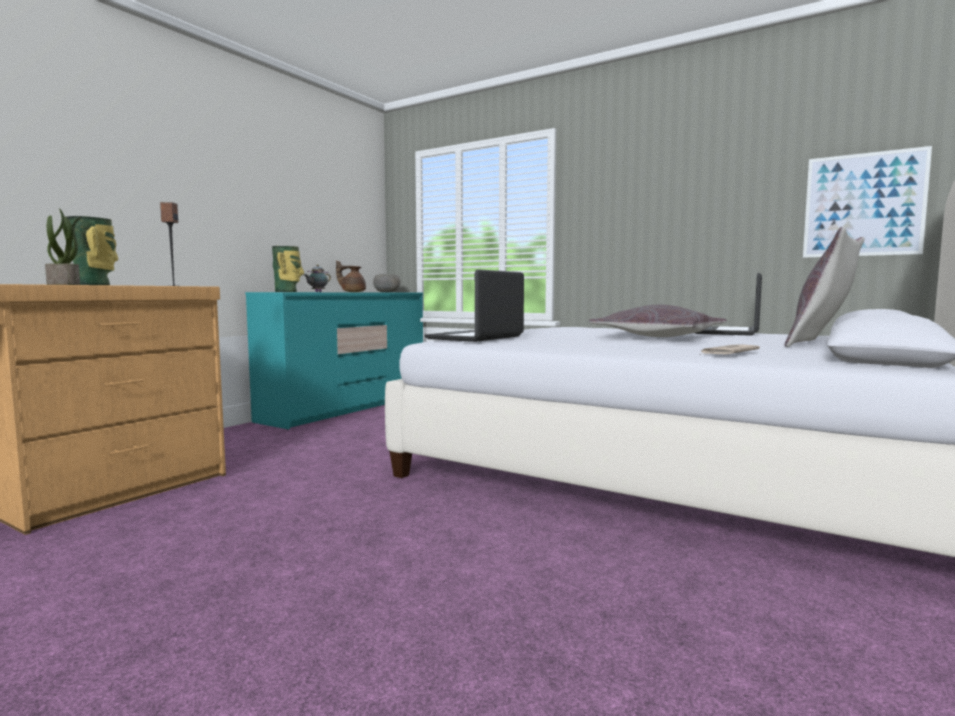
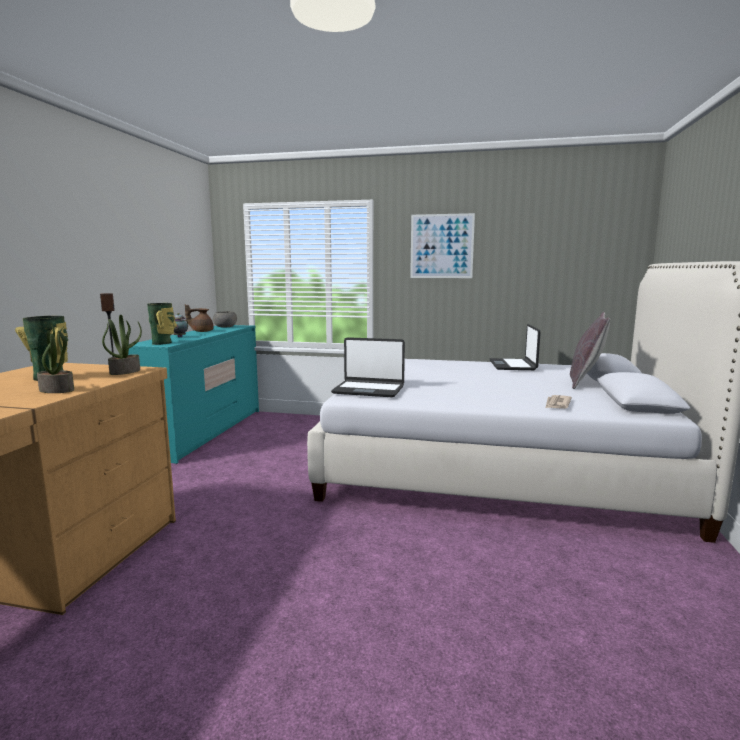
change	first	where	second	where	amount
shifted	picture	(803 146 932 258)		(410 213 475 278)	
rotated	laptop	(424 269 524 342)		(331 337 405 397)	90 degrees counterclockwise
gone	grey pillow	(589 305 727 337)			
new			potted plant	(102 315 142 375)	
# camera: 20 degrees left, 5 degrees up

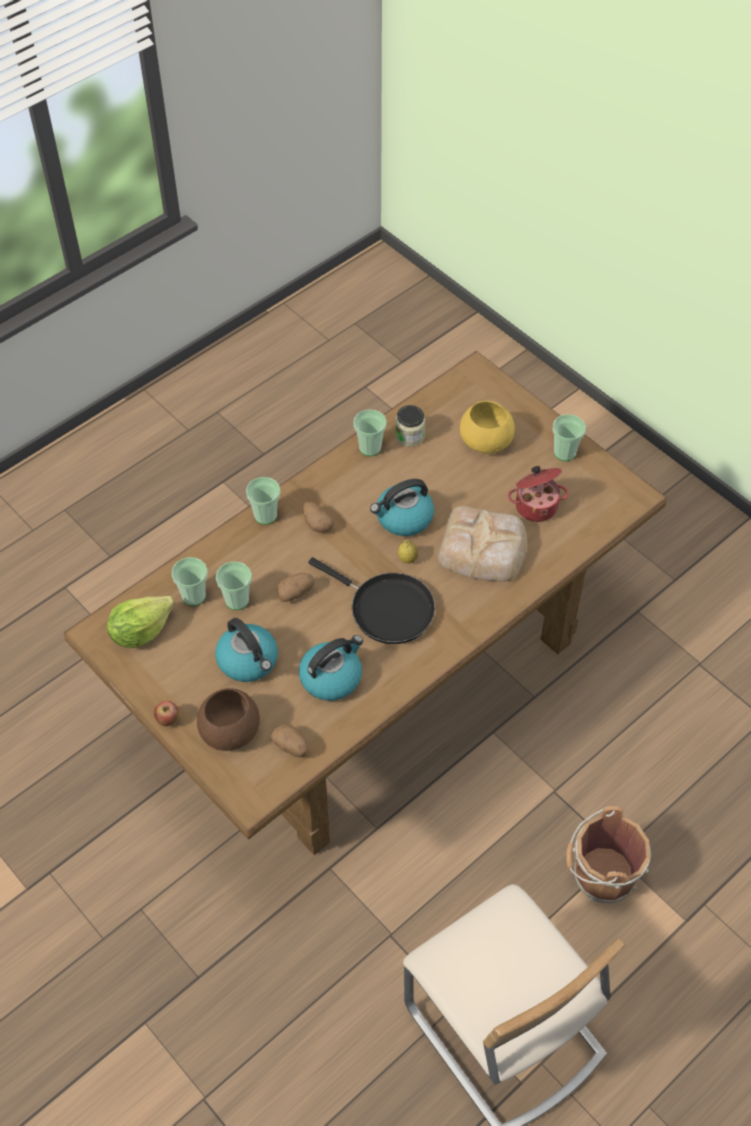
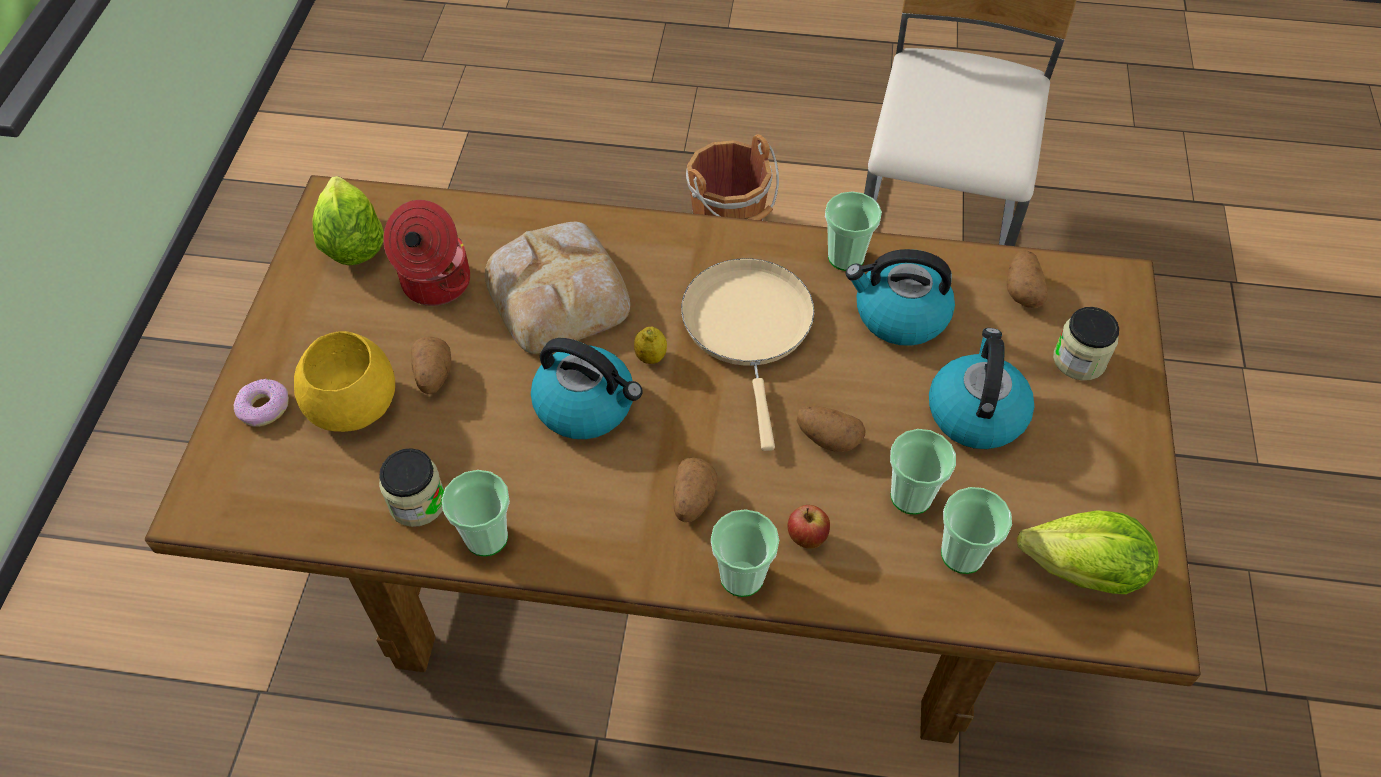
change	first	where	second	where	amount
shifted	cup	(552 414 586 461)		(825 191 882 271)	
repainted	black frying pan	(308 557 435 644)	beige frying pan	(681 259 814 451)	
swapped	brown bowl	(197 688 260 751)	jar	(1053 307 1119 380)	
shifted	apple	(154 701 179 726)		(787 505 830 549)	
new			lettuce	(313 176 384 266)	
new			potato	(411 336 451 394)	
new			donut	(234 379 289 426)	
# camera: 130 degrees left, 0 degrees up

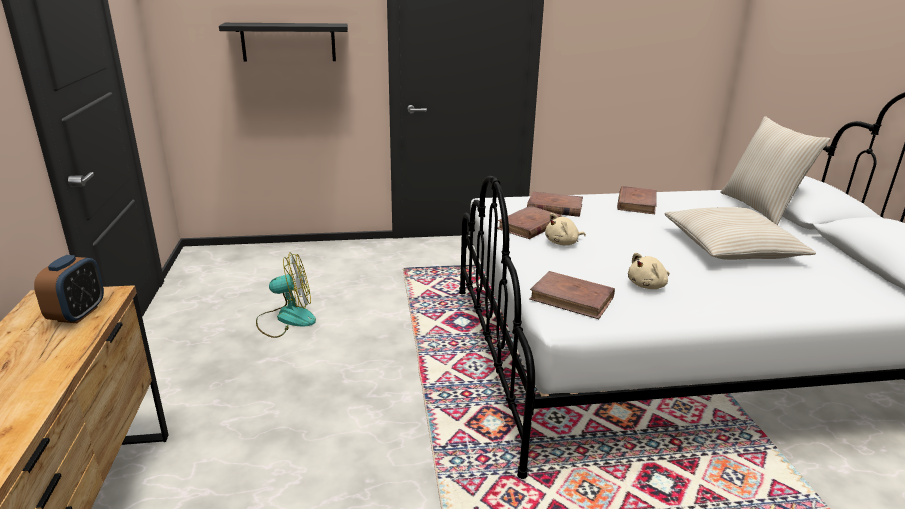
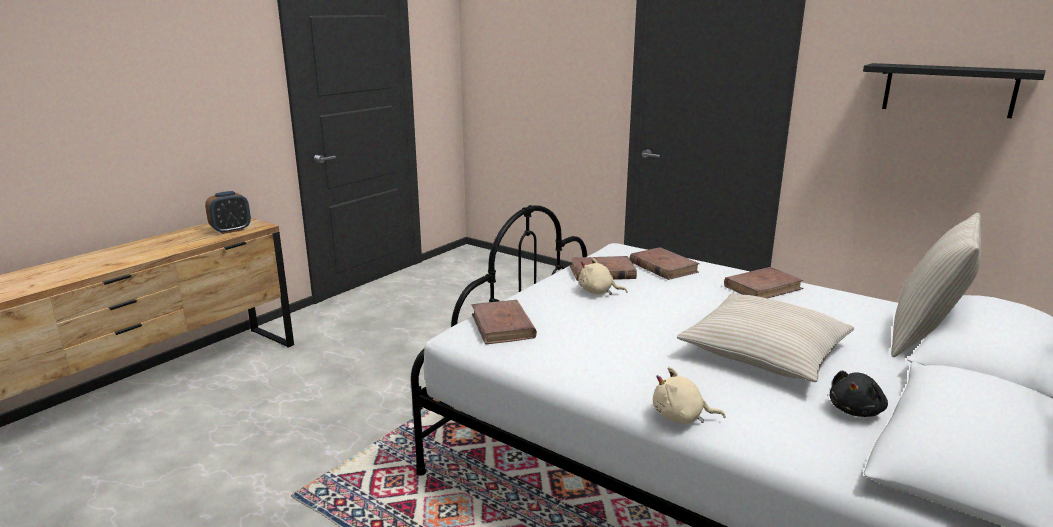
change	first	where	second	where	amount
shifted	black shelf	(219 23 348 61)		(863 63 1046 118)	
gone	fan	(256 253 316 338)			
shifted	beige plush toy	(628 253 670 289)		(653 367 726 424)	
new			black plush toy	(829 371 888 417)	
# camera: 45 degrees right, 5 degrees down

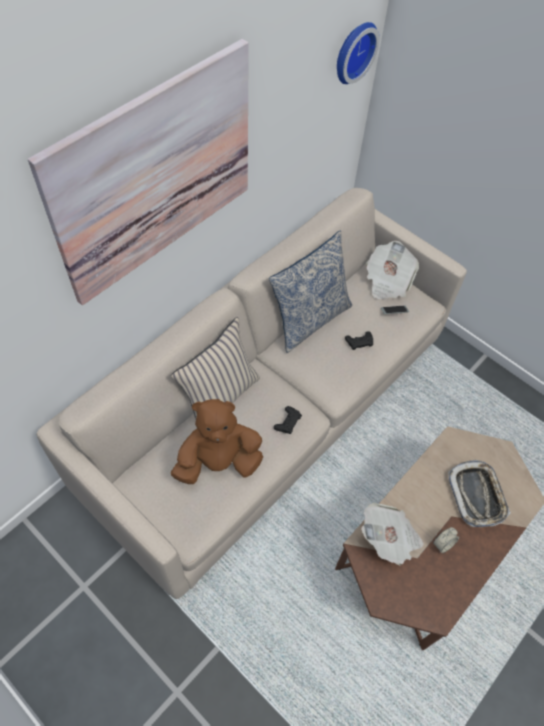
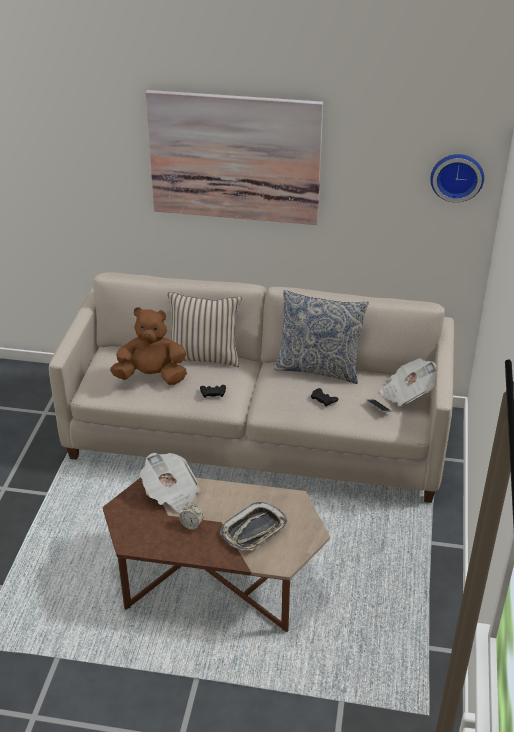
change	first	where	second	where	amount
rotated	brown plush toy	(171 399 263 484)		(110 307 187 385)	45 degrees counterclockwise
# camera: 60 degrees right, 20 degrees down

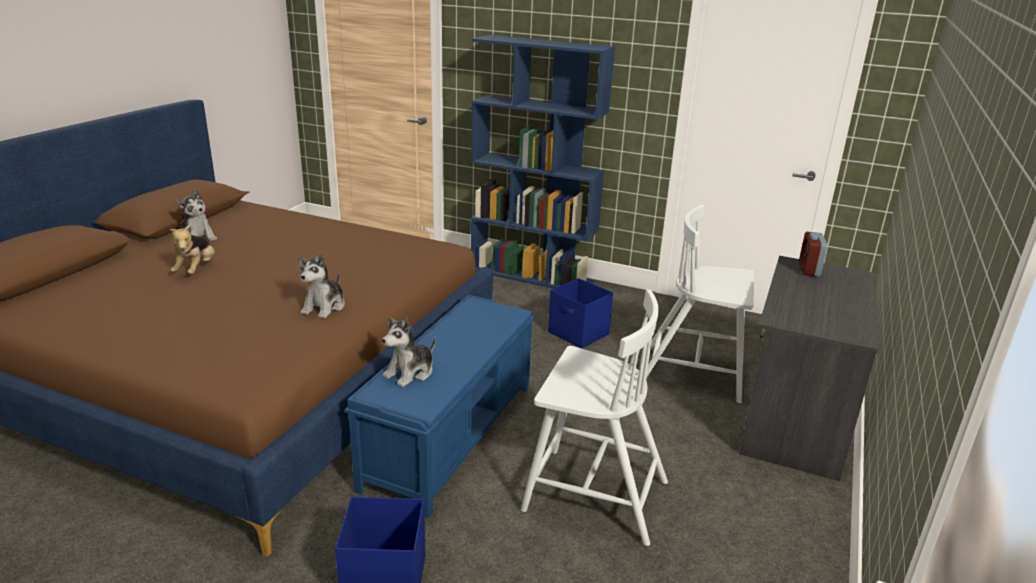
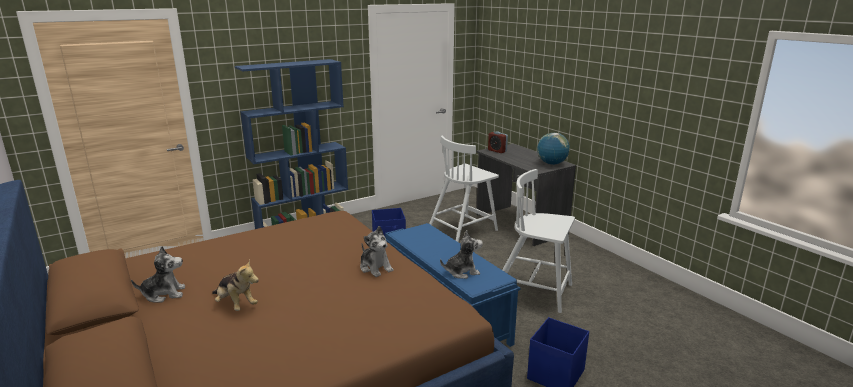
change	first	where	second	where	amount
rotated	white chair	(521 290 668 546)		(503 169 575 313)	120 degrees counterclockwise
rotated	plush toy	(382 317 435 387)		(440 230 483 279)	90 degrees counterclockwise
new			globe	(537 133 570 165)	
# camera: 55 degrees left, 5 degrees down

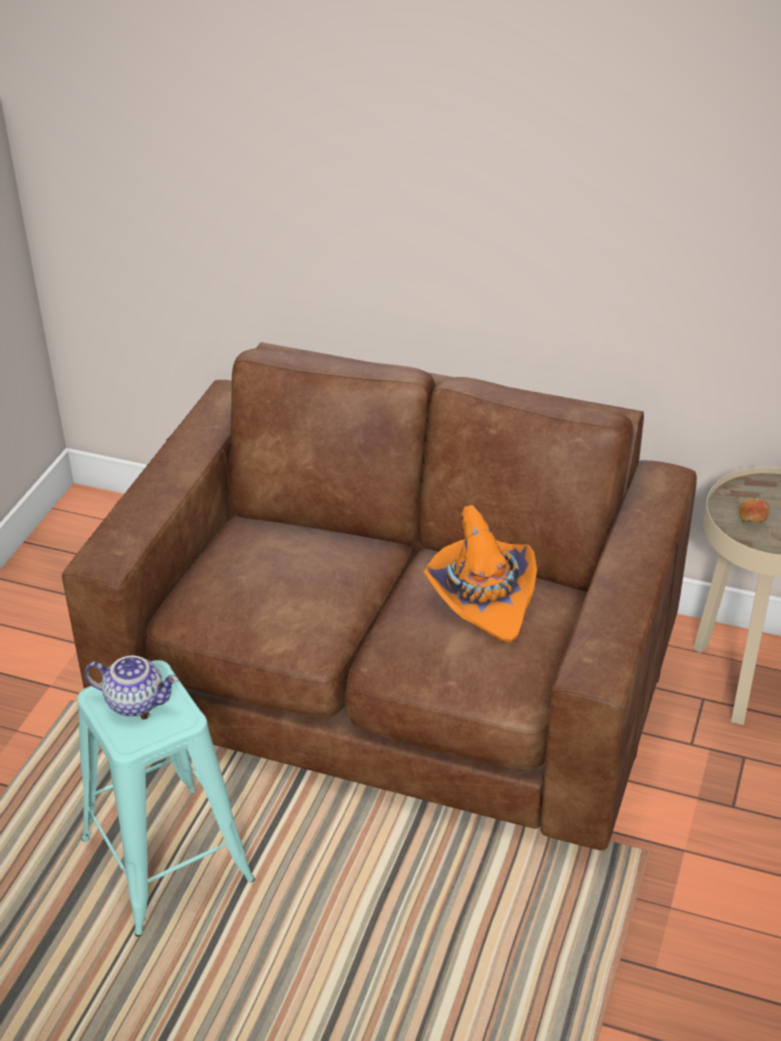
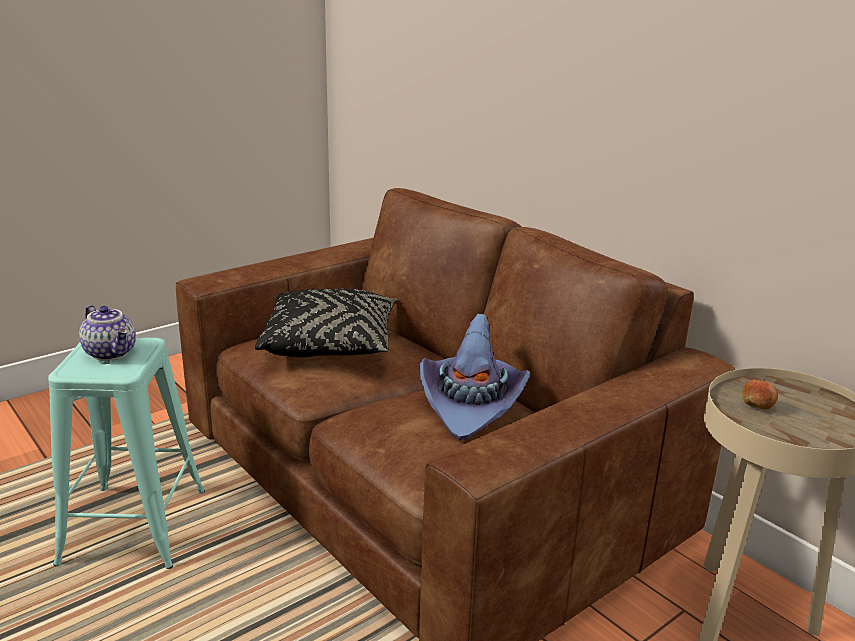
change	first	where	second	where	amount
repainted	orange hat	(423 505 537 643)	purple hat	(420 314 530 440)	
new			black pillow	(255 289 397 357)	
# camera: 30 degrees right, 15 degrees down

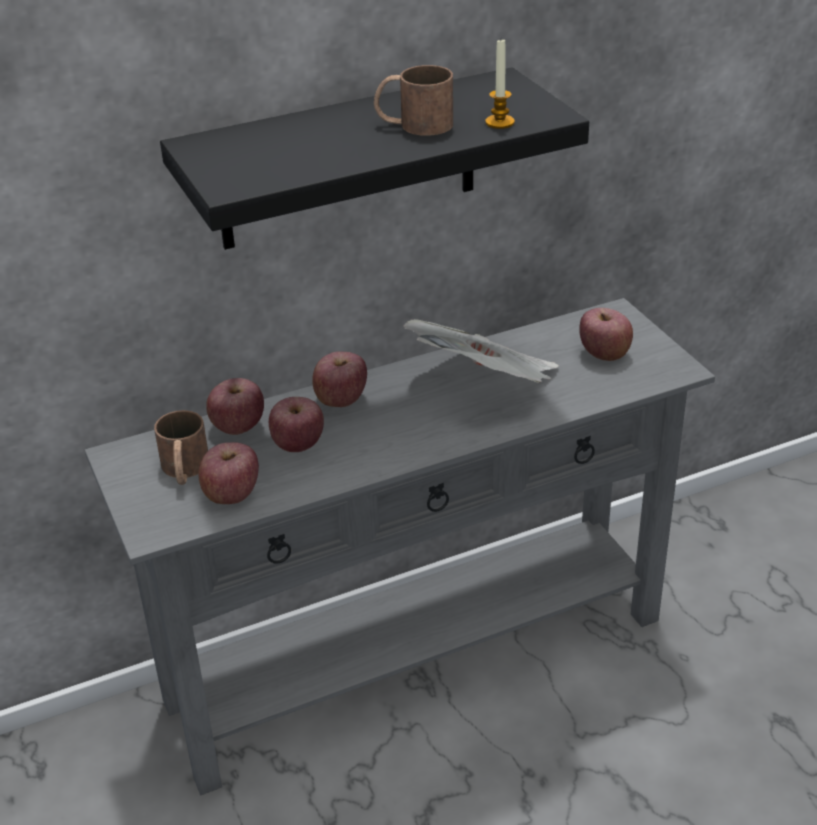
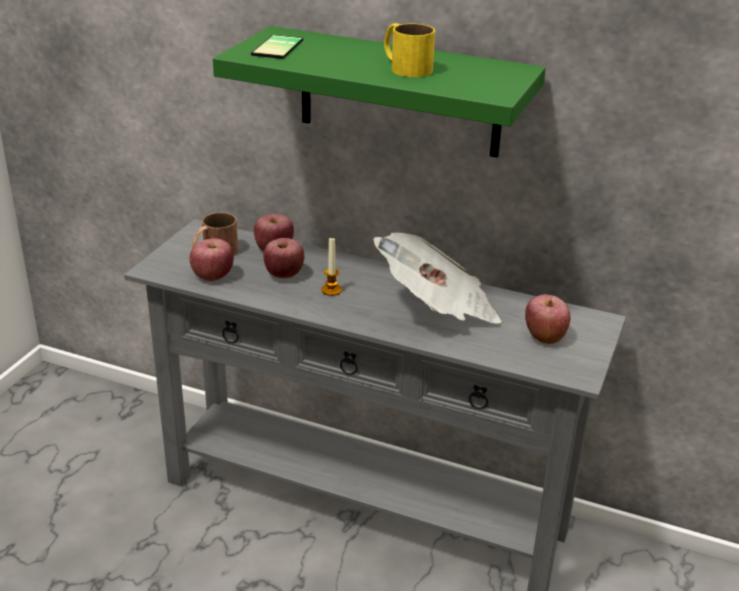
change	first	where	second	where	amount
shifted	candle	(485 40 515 129)		(321 238 342 296)	
repainted	brown mug	(374 65 453 136)	yellow mug	(384 23 435 77)	
repainted	black shelf	(160 67 589 250)	green shelf	(213 26 546 158)	
gone	apple	(312 352 367 407)			
new			phone	(251 35 303 59)	
# camera: 45 degrees right, 5 degrees down

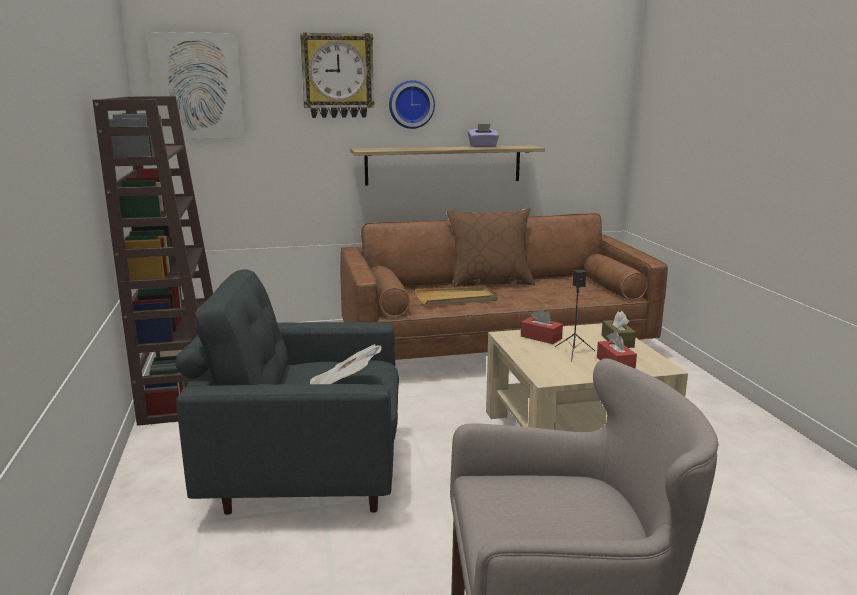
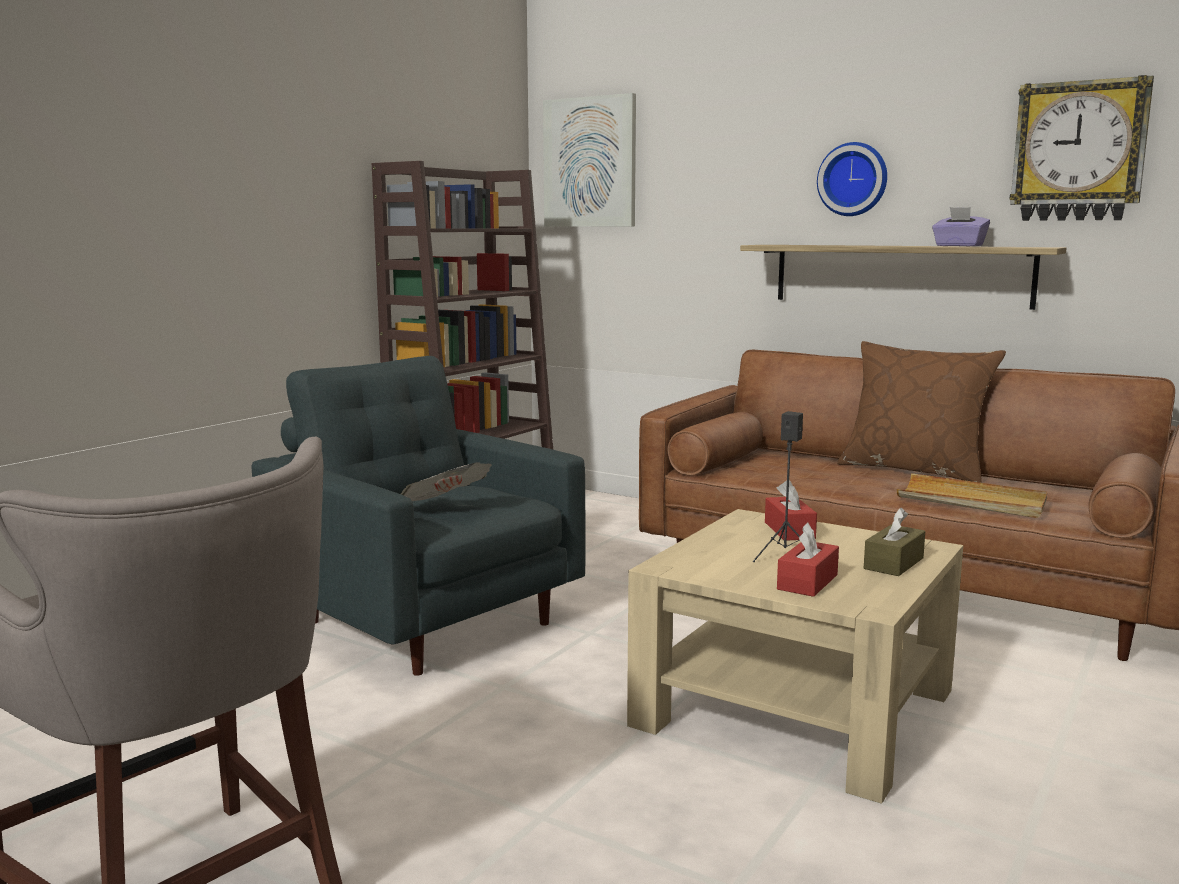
change	first	where	second	where	amount
shifted	wall clock	(300 32 375 118)		(1009 75 1154 221)	
shifted	beige tray	(415 285 498 305)		(897 473 1047 518)	
# camera: 45 degrees right, 5 degrees down

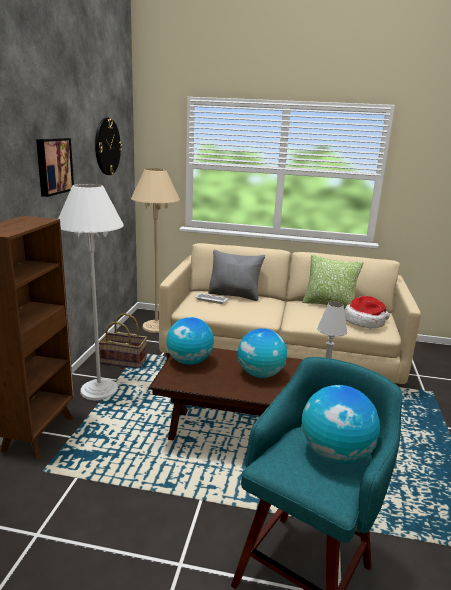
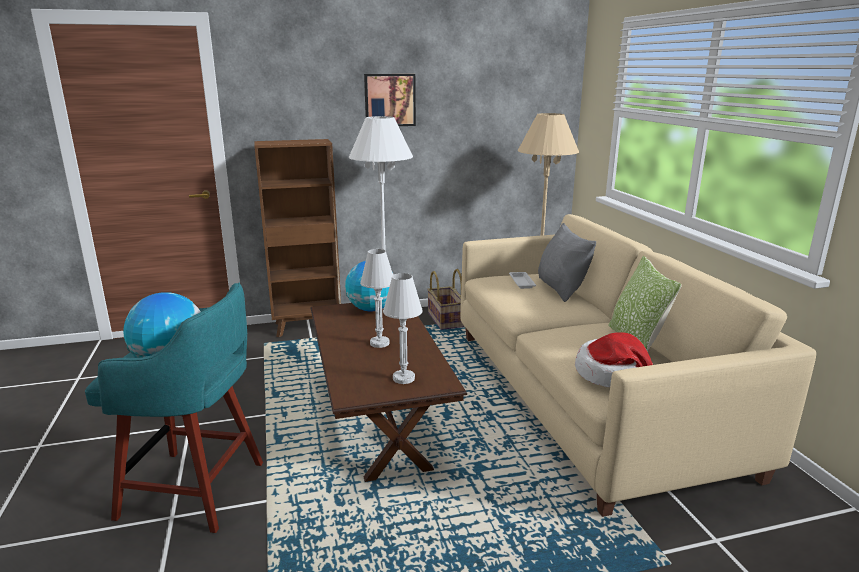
change	first	where	second	where	amount
gone	wall clock	(95 118 122 175)			
swapped	globe	(238 328 287 378)	white table lamp	(360 249 393 348)	
# camera: 65 degrees right, 0 degrees up

